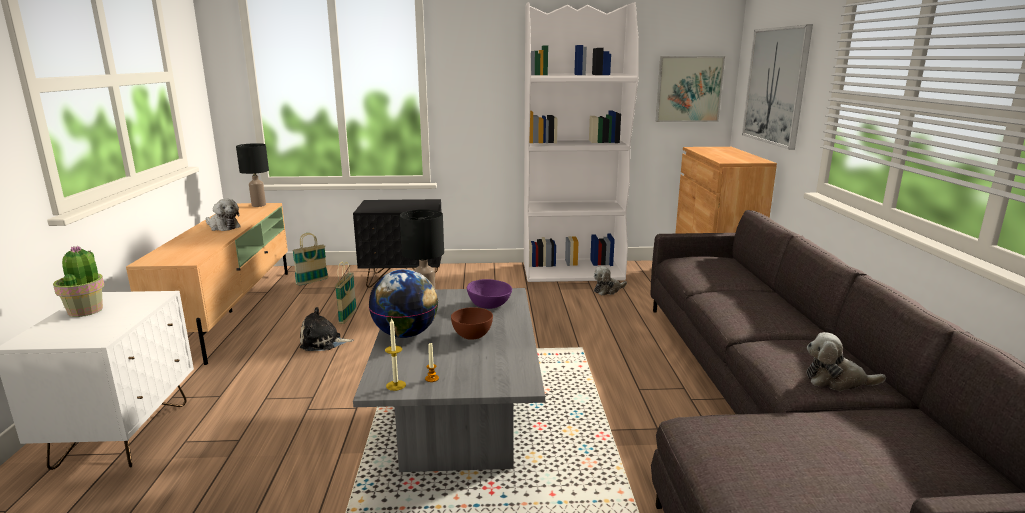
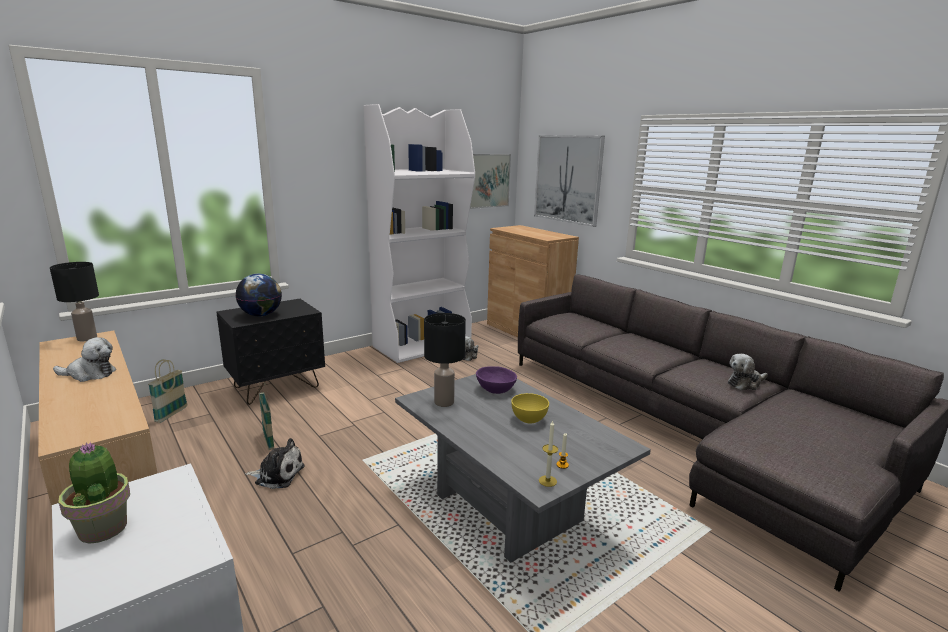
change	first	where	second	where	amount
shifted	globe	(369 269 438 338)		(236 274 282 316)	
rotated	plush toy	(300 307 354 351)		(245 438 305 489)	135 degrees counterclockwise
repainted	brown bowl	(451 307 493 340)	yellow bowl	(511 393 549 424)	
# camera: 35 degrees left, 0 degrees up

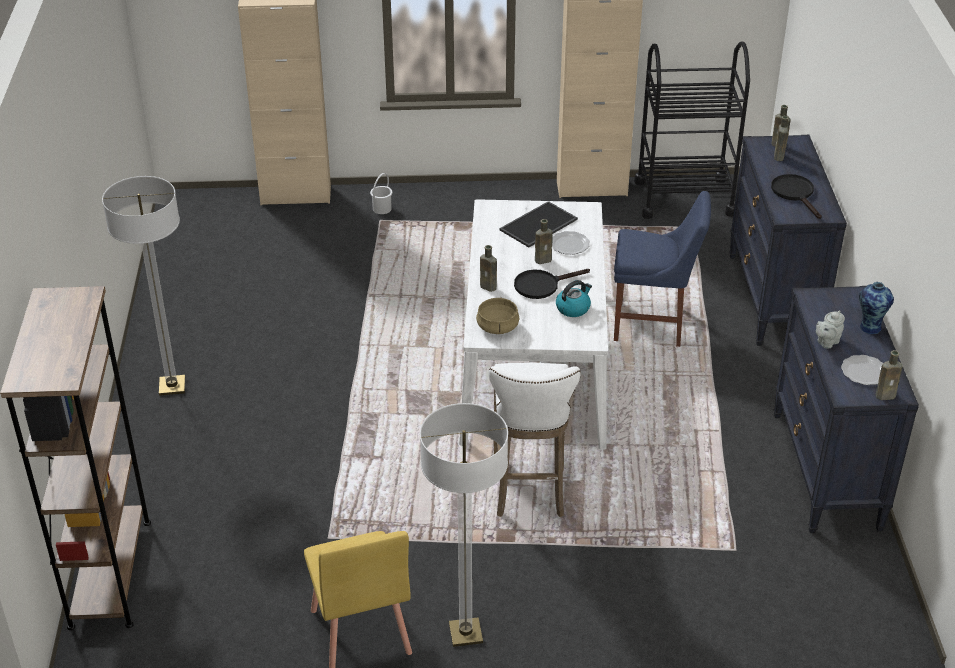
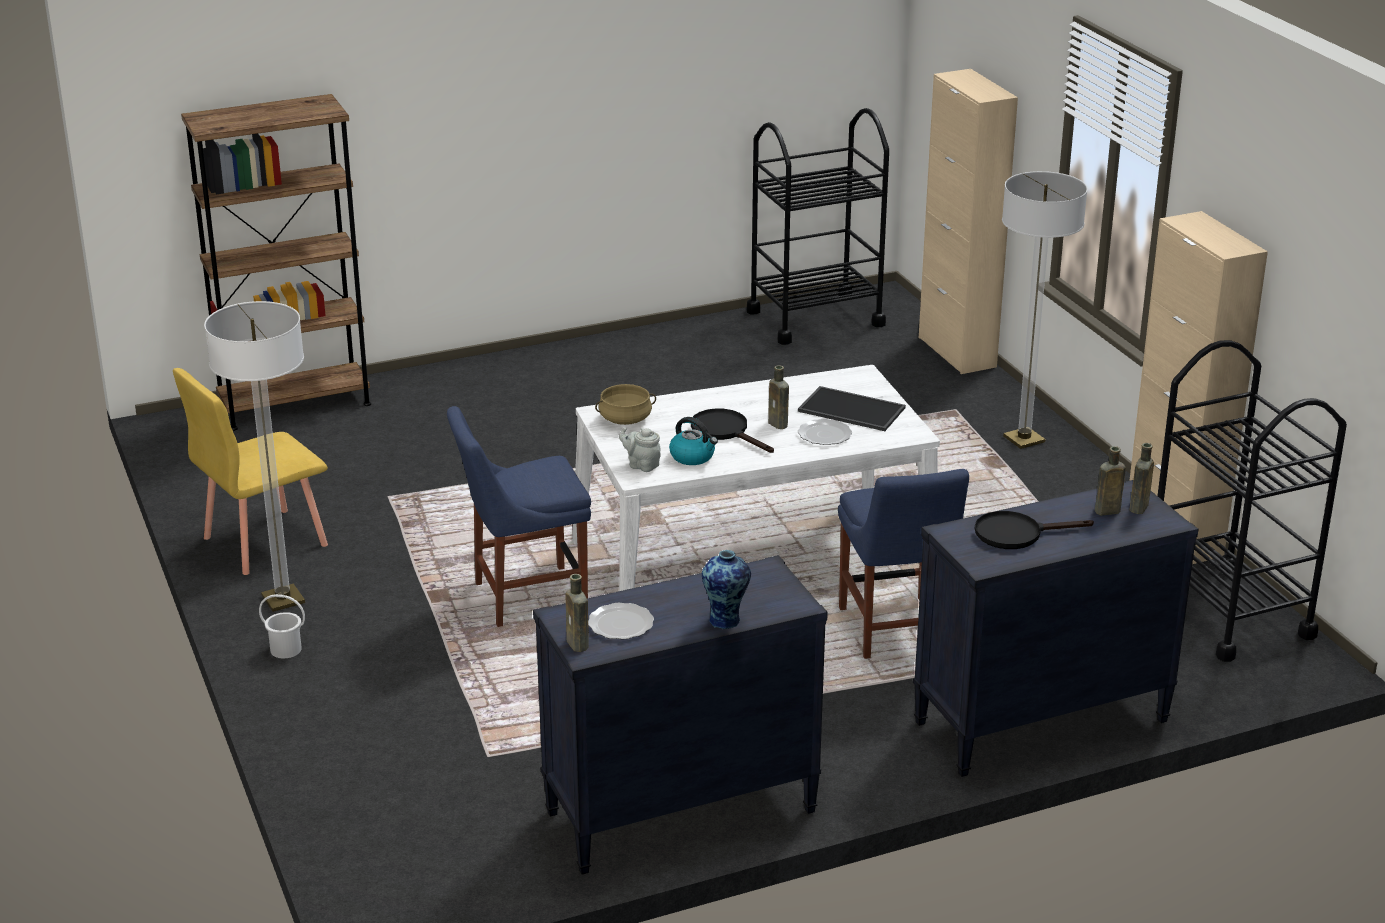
change	first	where	second	where	amount
shifted	white bucket	(370 173 392 214)		(259 594 305 658)	
rotated	black frying pan	(771 174 822 219)		(975 511 1094 549)	150 degrees counterclockwise
shifted	floor lamp	(102 176 185 396)		(1002 171 1088 449)	
gone	brown bottle	(480 245 497 292)			
shifted	grey teapot	(816 311 845 349)		(619 427 661 472)	
swapped	white stool	(489 363 581 517)	blue chair	(447 406 591 627)	
new			black cart	(747 108 889 345)	
# camera: 70 degrees right, 10 degrees down

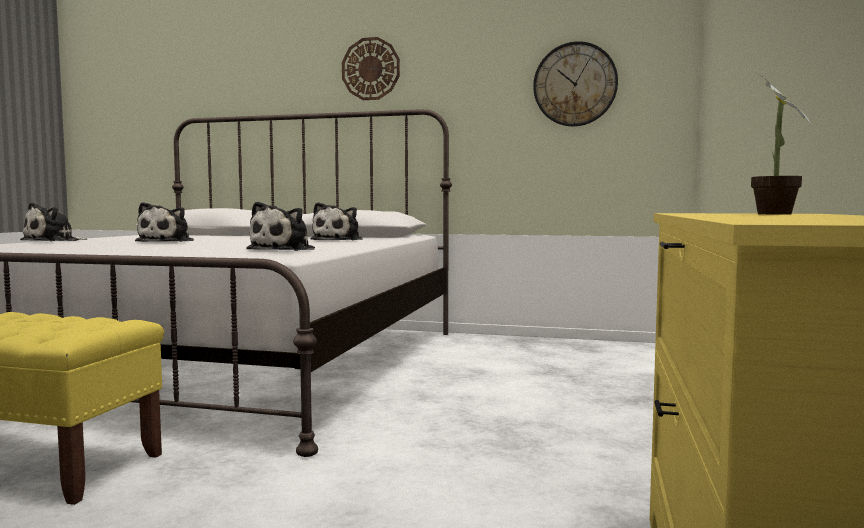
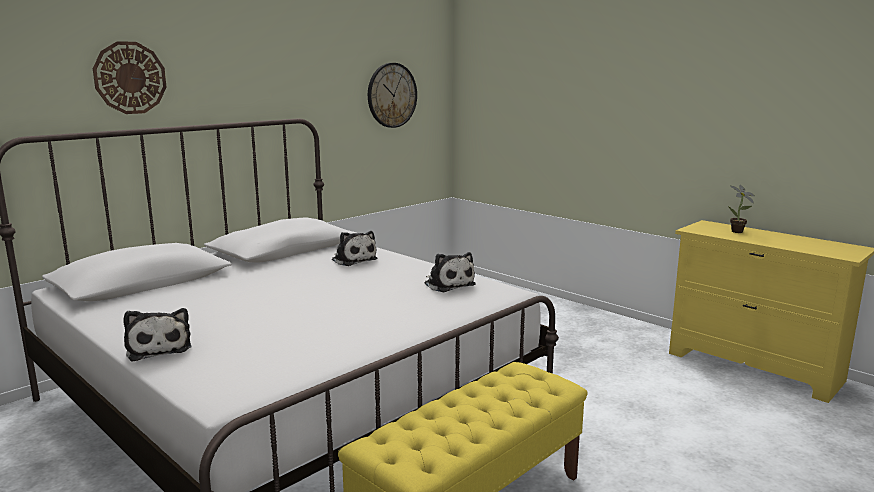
change	first	where	second	where	amount
shifted	wall clock	(342 37 400 100)		(93 41 167 114)	
gone	plush toy	(135 202 194 242)			
# camera: 60 degrees left, 10 degrees up

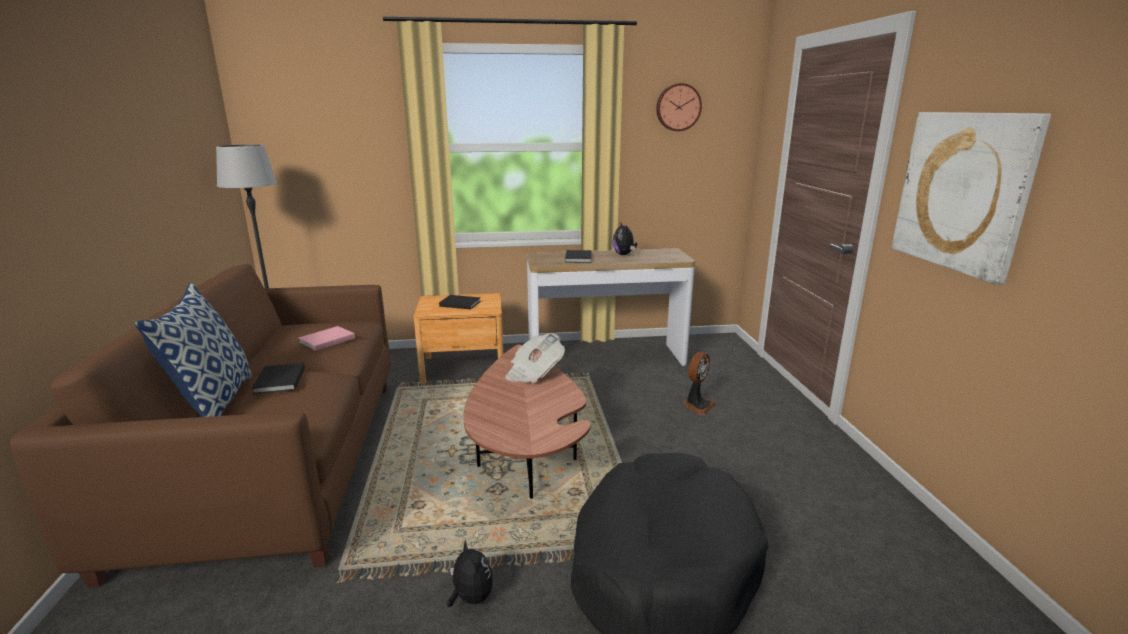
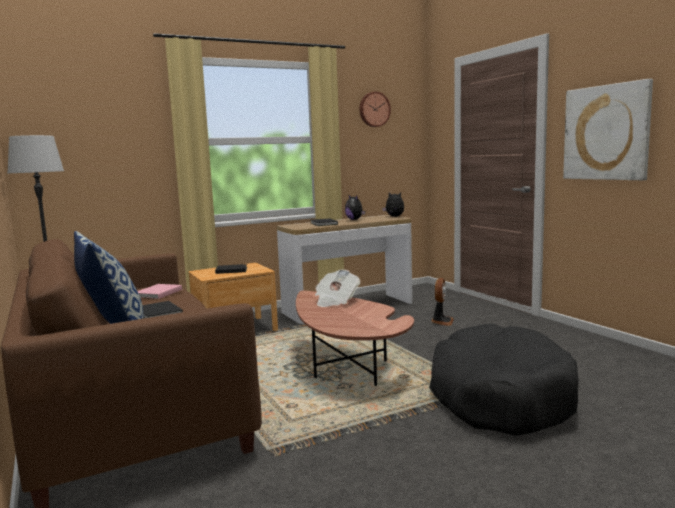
change	first	where	second	where	amount
shifted	plush toy	(447 539 493 607)		(382 192 404 217)	
# camera: 20 degrees left, 10 degrees down

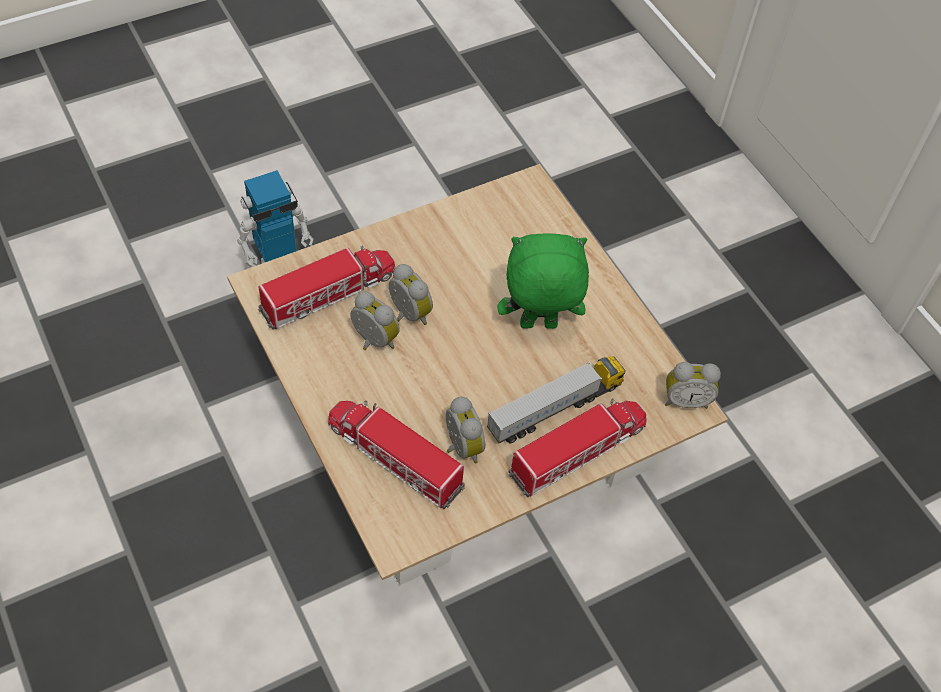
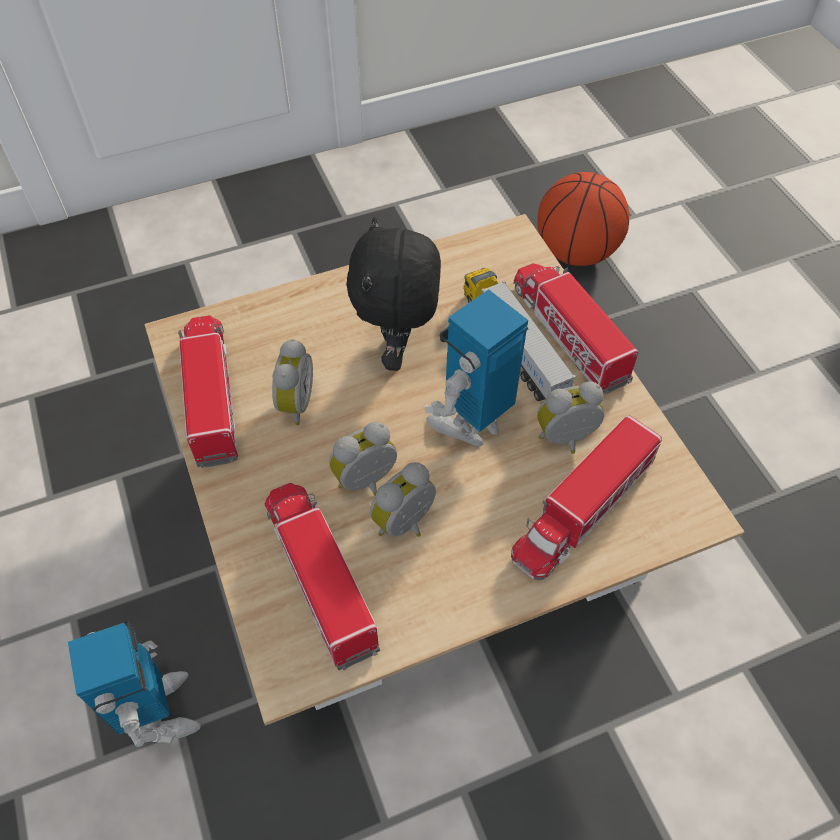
change	first	where	second	where	amount
repainted	green plush toy	(498 234 589 329)	black plush toy	(346 217 441 371)	
shifted	alarm clock	(665 362 721 409)		(272 339 313 425)	
new			basketball	(538 172 629 266)	
new			toy robot	(425 289 529 446)	
new			toy truck	(178 315 238 468)	
# camera: 80 degrees left, 0 degrees up

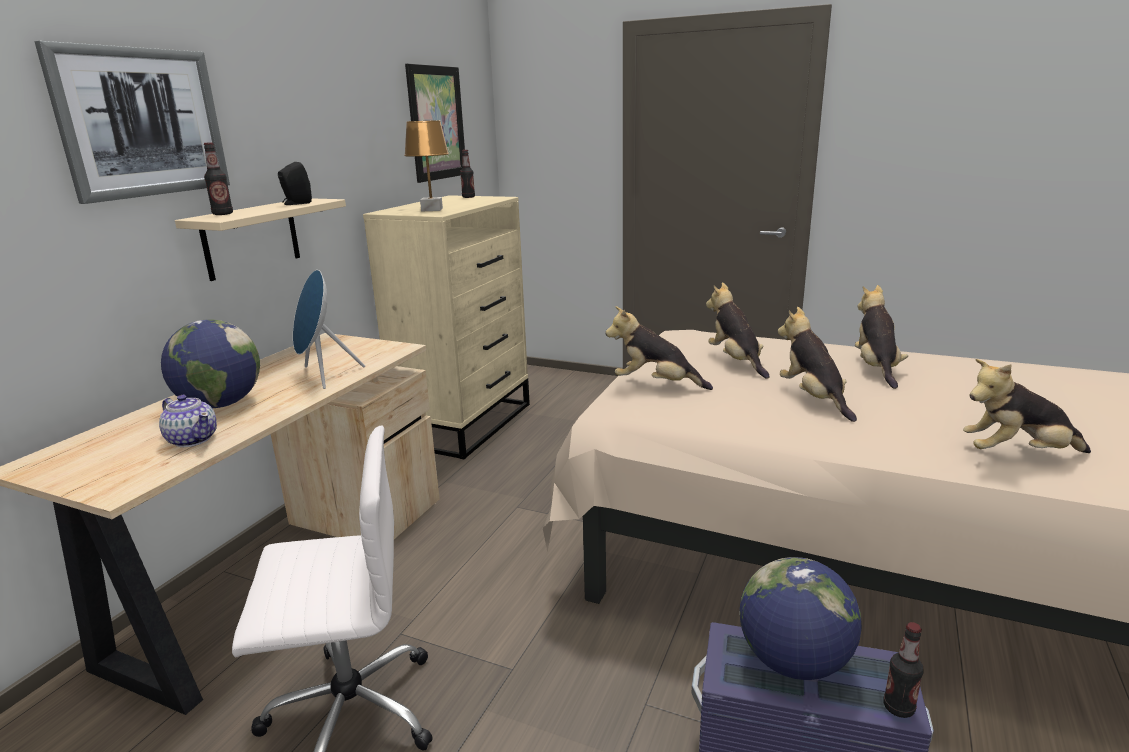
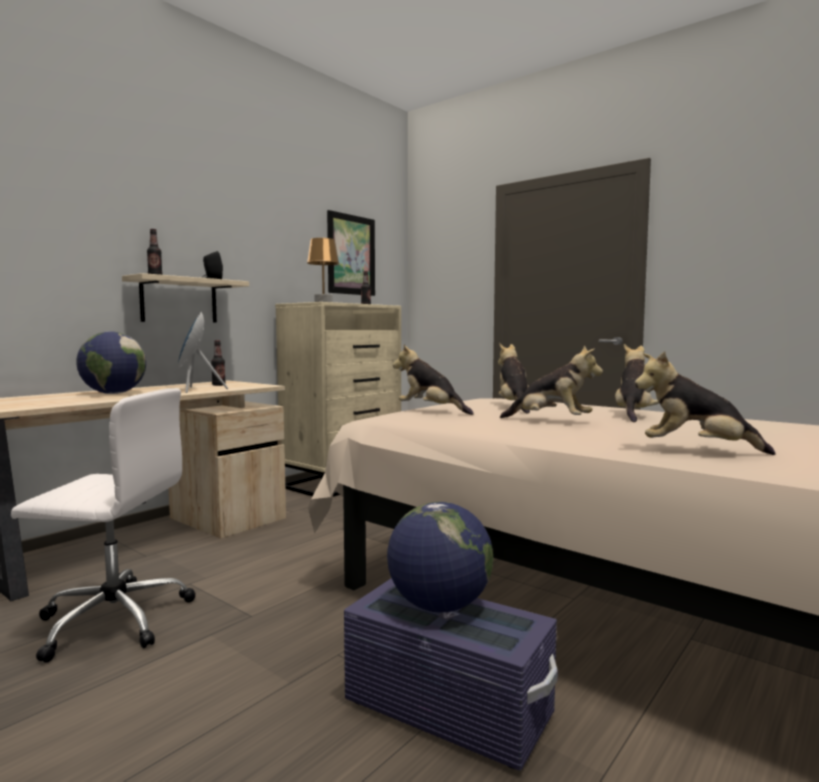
change	first	where	second	where	amount
gone	picture	(35 41 230 204)			
rotated	plush toy	(778 307 857 422)		(500 346 603 418)	120 degrees clockwise
gone	teapot	(159 395 217 447)			
shifted	bottle	(884 622 924 718)		(211 340 226 386)	
# camera: 15 degrees right, 15 degrees down

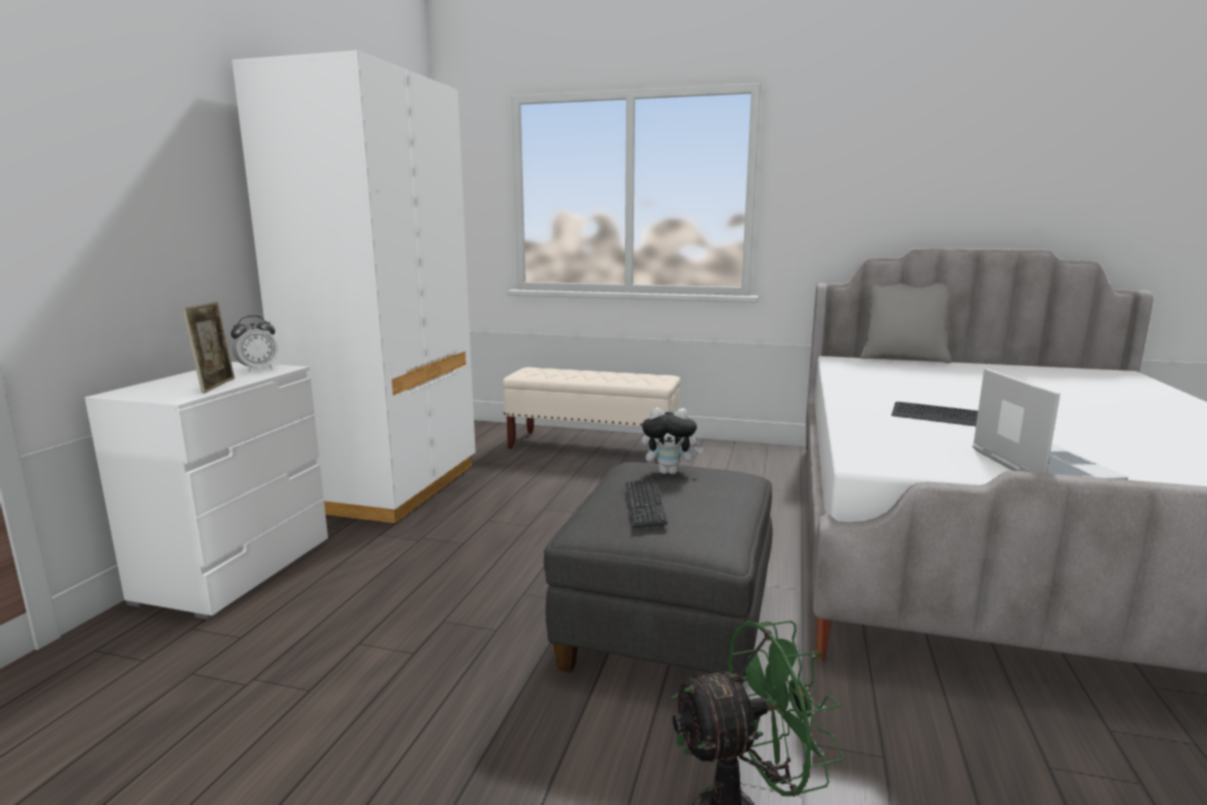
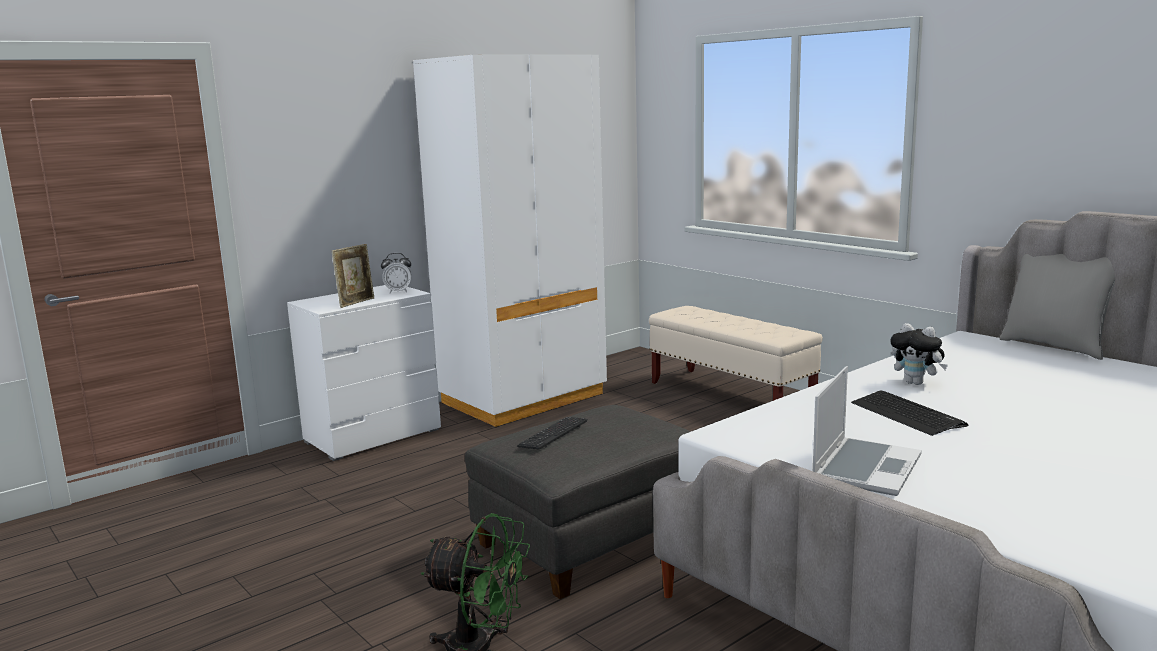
change	first	where	second	where	amount
shifted	plush toy	(641 407 704 474)		(891 323 948 385)	
# camera: 35 degrees right, 0 degrees up

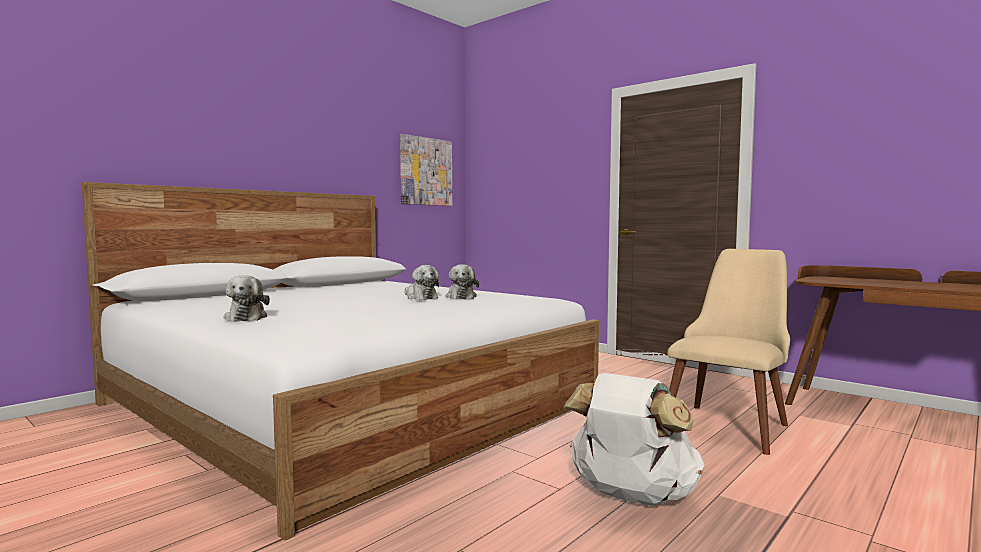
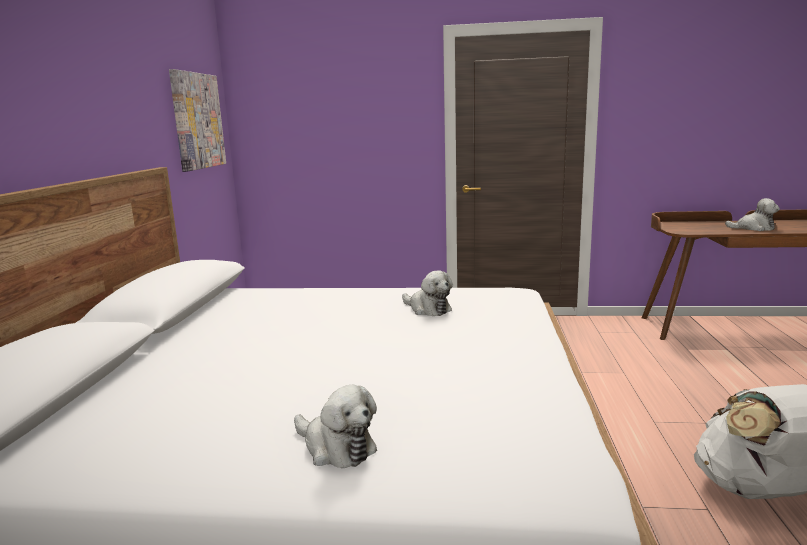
change	first	where	second	where	amount
gone	beige chair	(667 249 790 455)			
shifted	plush toy	(405 265 439 300)		(725 198 780 231)	
# camera: 35 degrees left, 10 degrees up

